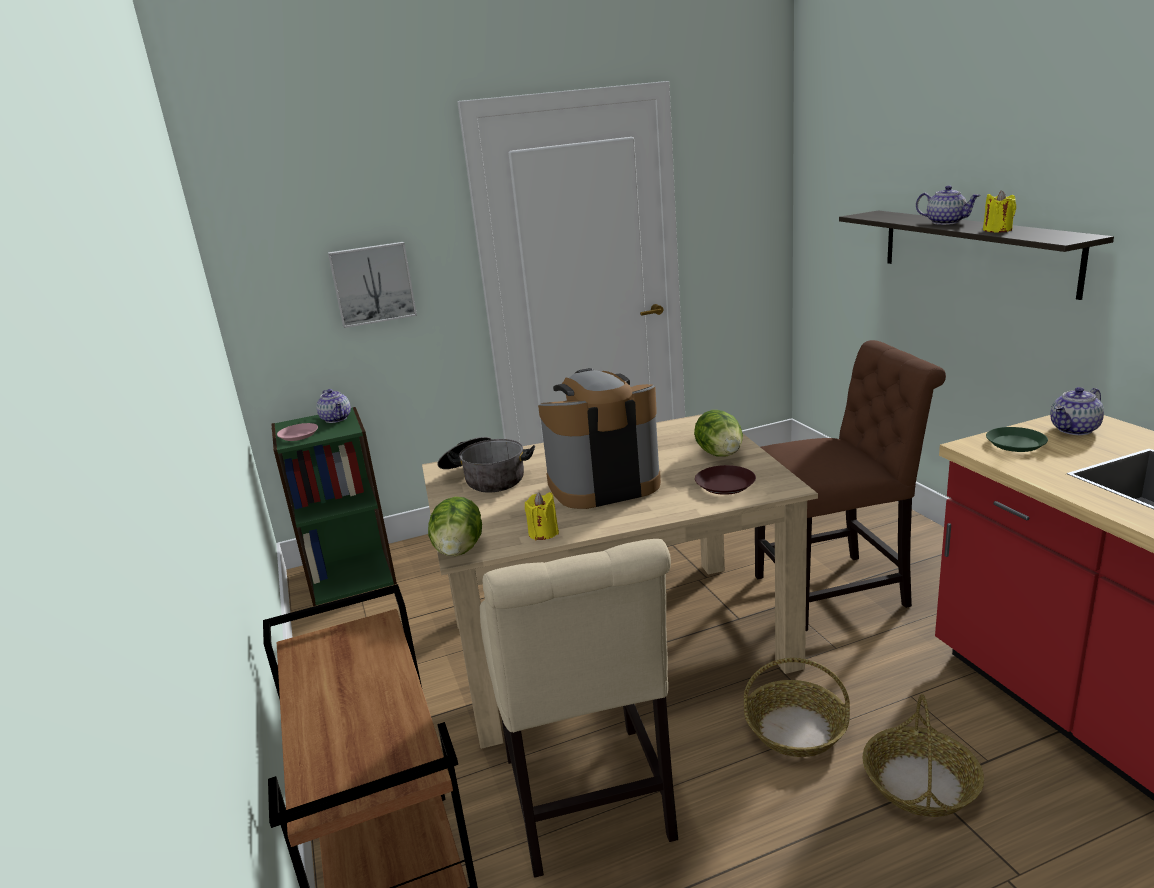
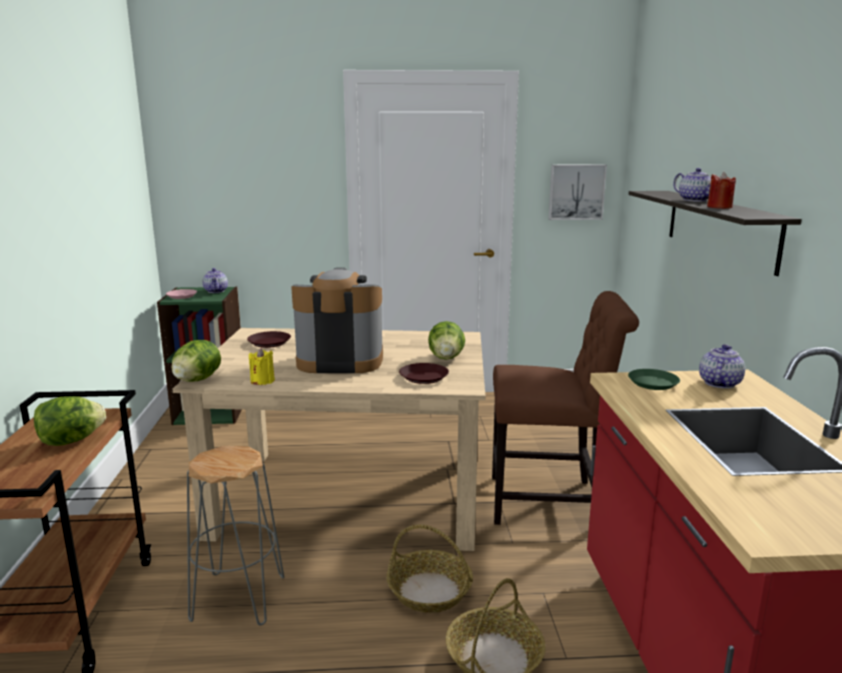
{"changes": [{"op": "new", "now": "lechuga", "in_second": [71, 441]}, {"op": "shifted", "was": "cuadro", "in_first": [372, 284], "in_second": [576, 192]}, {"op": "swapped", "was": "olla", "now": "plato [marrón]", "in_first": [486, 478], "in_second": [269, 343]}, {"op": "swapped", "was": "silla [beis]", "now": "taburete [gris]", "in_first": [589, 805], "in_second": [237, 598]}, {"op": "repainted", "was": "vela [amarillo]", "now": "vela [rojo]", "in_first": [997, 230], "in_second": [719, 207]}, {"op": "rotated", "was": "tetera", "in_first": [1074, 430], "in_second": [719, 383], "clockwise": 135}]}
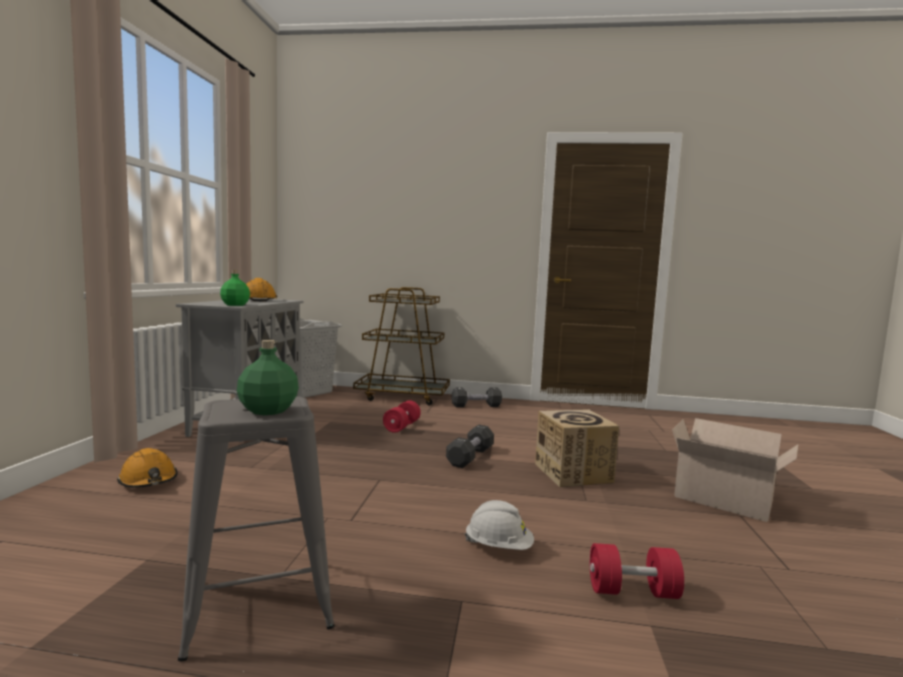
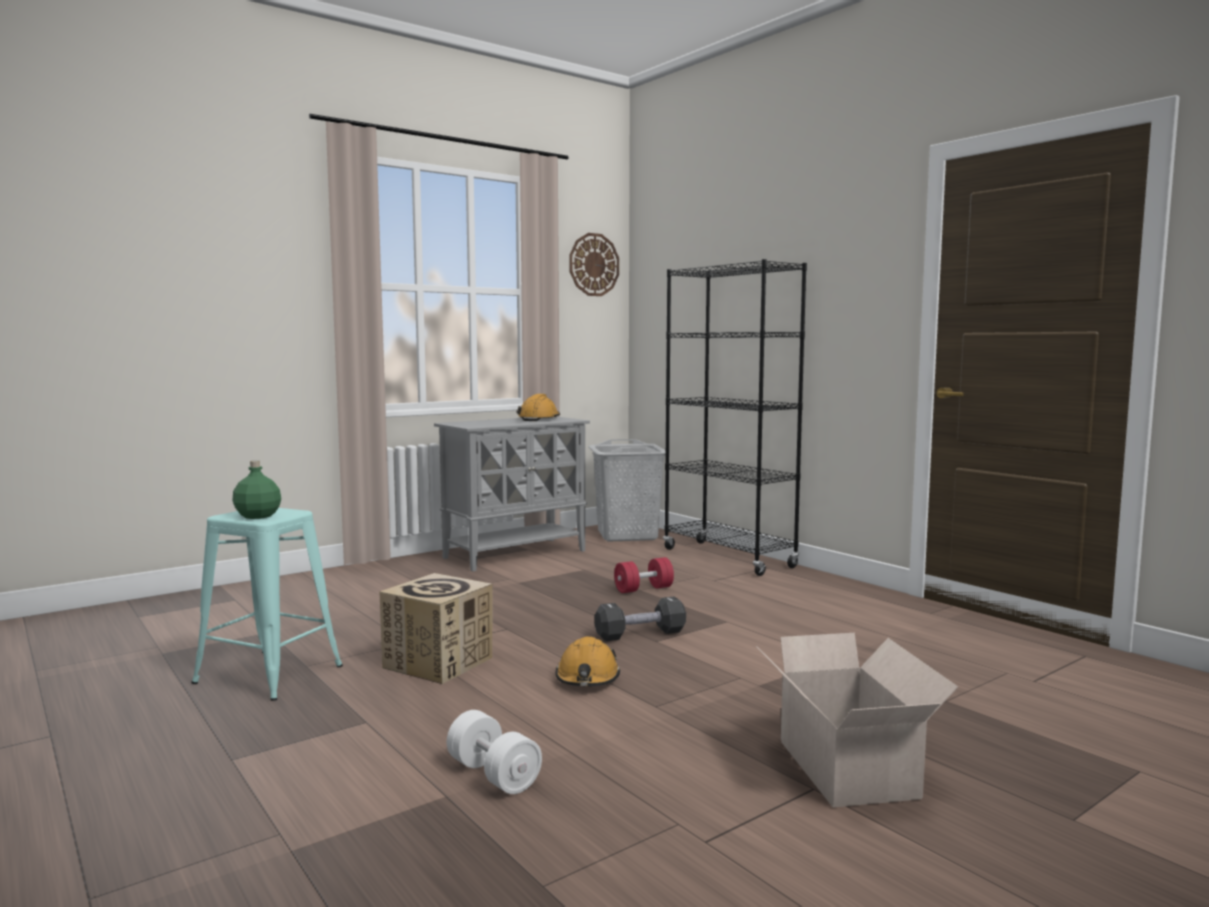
{"changes": [{"op": "gone", "was": "botella [verde]", "in_first": [235, 305]}, {"op": "gone", "was": "mancuerna [negro]", "in_first": [476, 406]}, {"op": "gone", "was": "casco [blanco]", "in_first": [499, 547]}, {"op": "new", "now": "reloj de pared", "in_second": [594, 265]}, {"op": "shifted", "was": "casco [naranja]", "in_first": [148, 481], "in_second": [587, 678]}, {"op": "shifted", "was": "caja de cartón", "in_first": [573, 473], "in_second": [438, 662]}, {"op": "swapped", "was": "carrito [marrón]", "now": "estantería [negro]", "in_first": [403, 396], "in_second": [728, 558]}, {"op": "repainted", "was": "taburete [gris]", "now": "taburete [turquesa]", "in_first": [259, 604], "in_second": [269, 674]}, {"op": "repainted", "was": "mancuerna [rojo]", "now": "mancuerna [blanco]", "in_first": [632, 591], "in_second": [493, 775]}]}
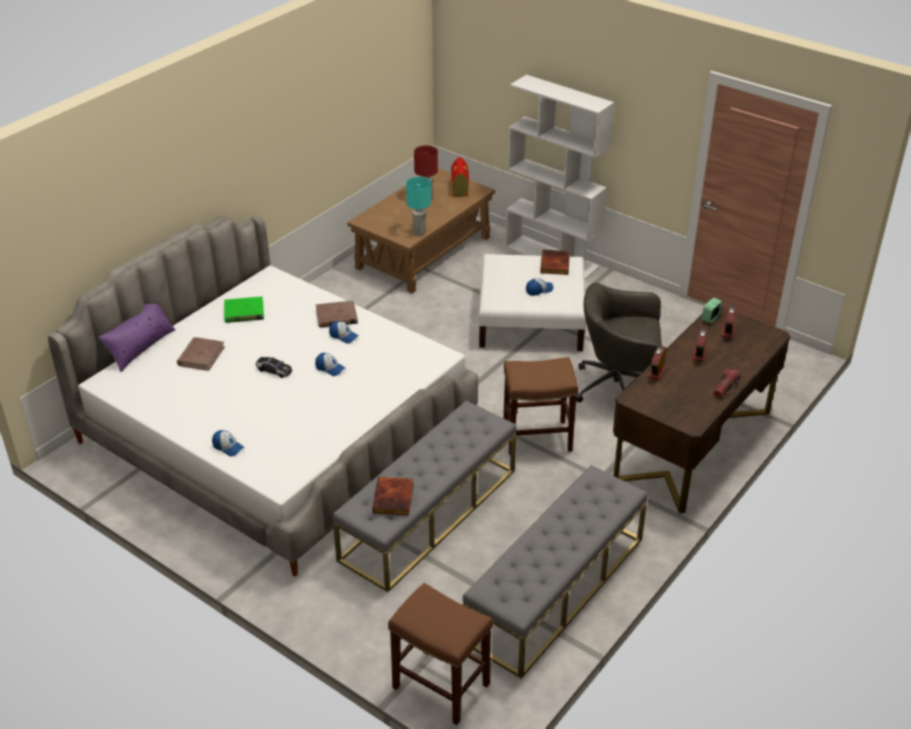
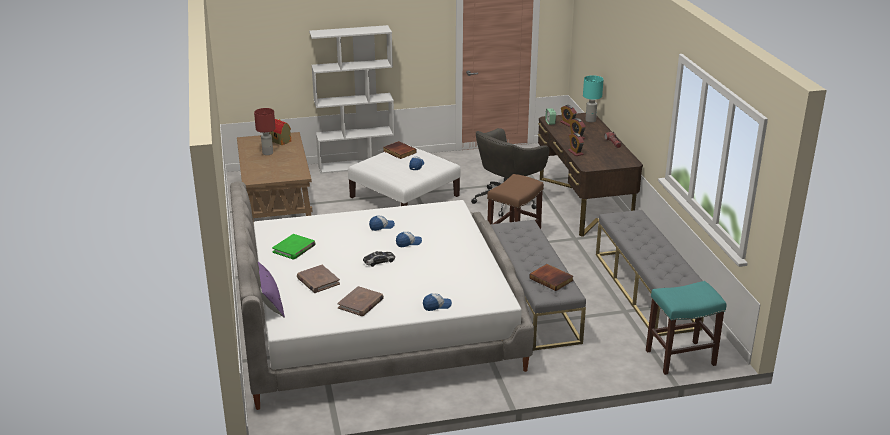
{"changes": [{"op": "shifted", "was": "libro [marrón]", "in_first": [336, 316], "in_second": [361, 303]}, {"op": "shifted", "was": "lámpara de mesa [turquesa]", "in_first": [419, 232], "in_second": [591, 120]}, {"op": "repainted", "was": "taburete [marrón]", "now": "taburete [turquesa]", "in_first": [439, 686], "in_second": [679, 358]}]}
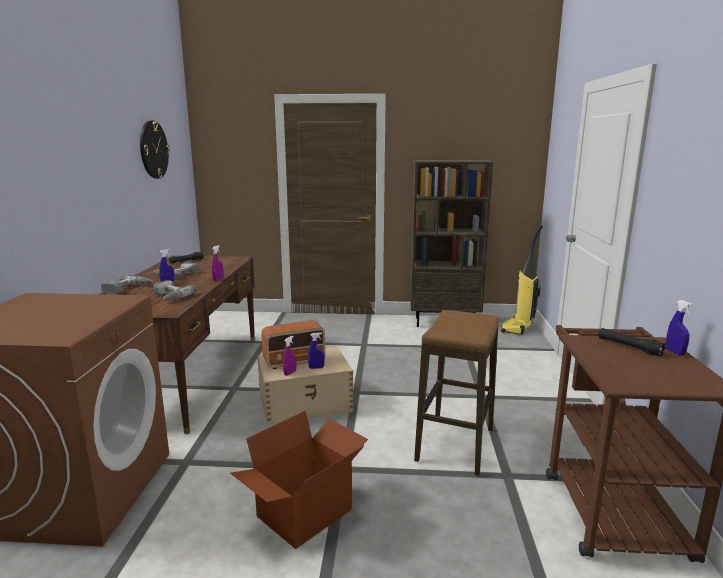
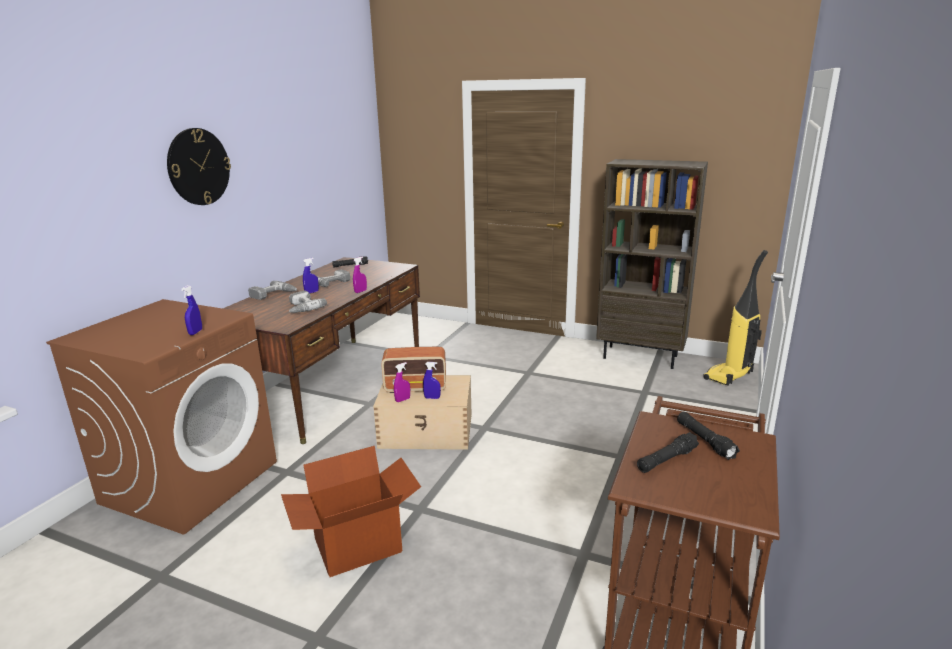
{"changes": [{"op": "gone", "was": "taburete", "in_first": [455, 444]}, {"op": "new", "now": "linterna [negro]", "in_second": [666, 460]}, {"op": "shifted", "was": "reloj de pared", "in_first": [153, 149], "in_second": [198, 167]}, {"op": "shifted", "was": "pulverizador [azul]", "in_first": [675, 352], "in_second": [195, 332]}]}
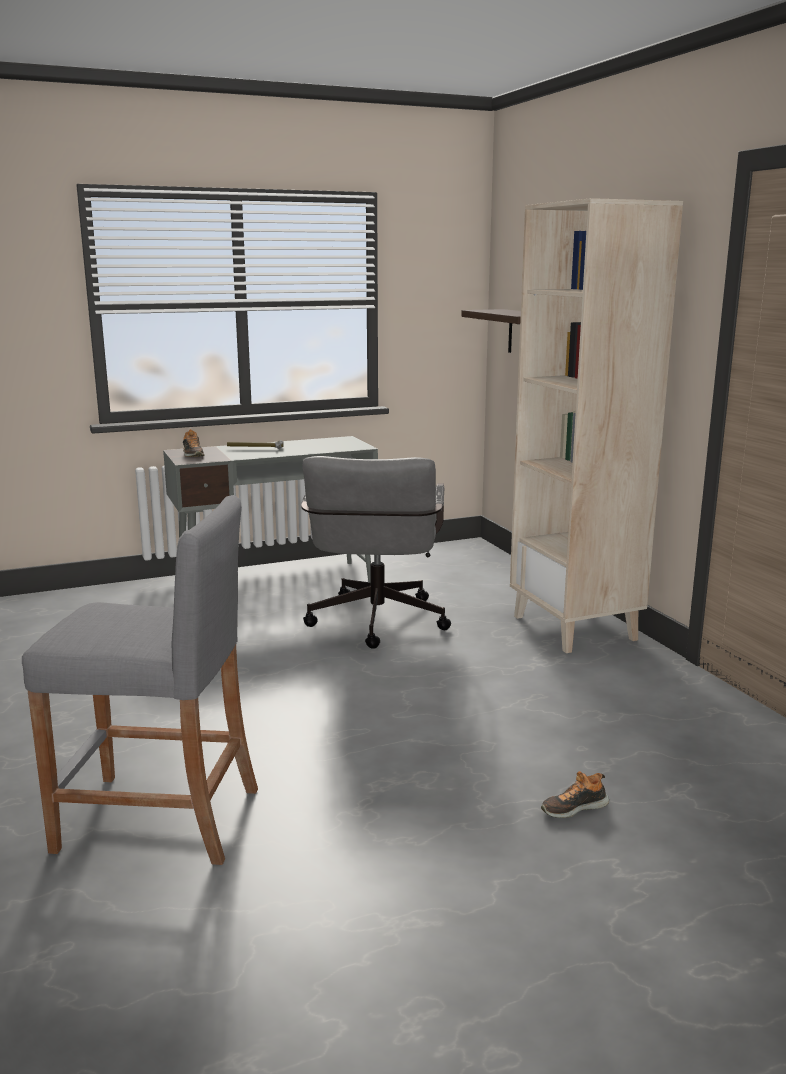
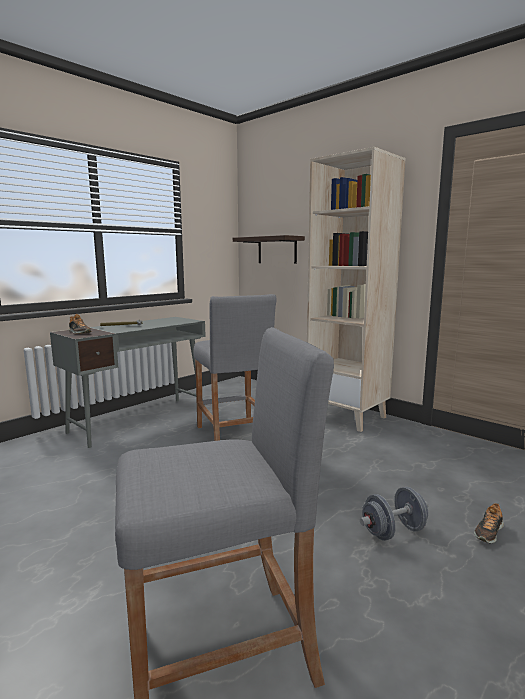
{"changes": [{"op": "new", "now": "mancuerna [gris]", "in_second": [393, 531]}, {"op": "swapped", "was": "silla de oficina [gris]", "now": "taburete [gris]", "in_first": [376, 625], "in_second": [234, 436]}]}
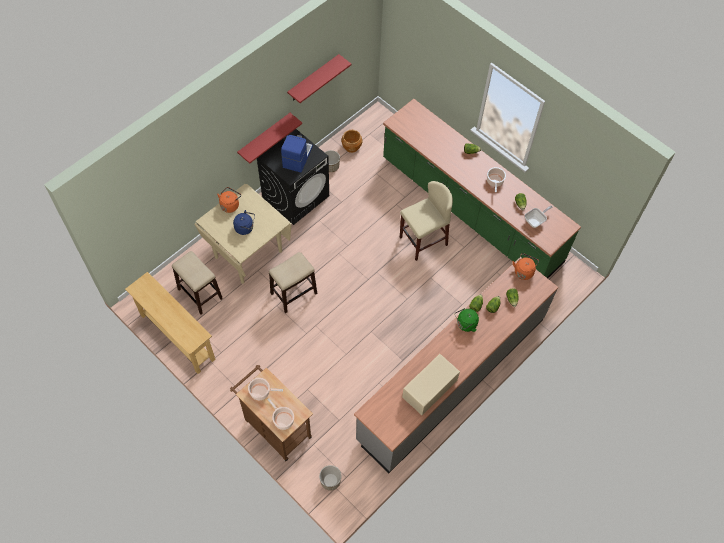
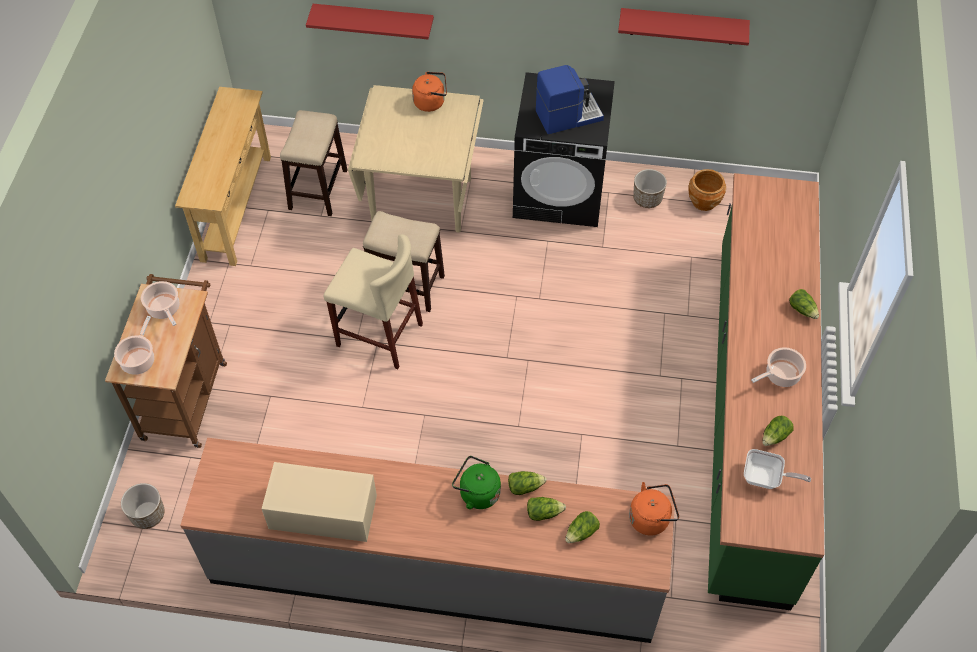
{"changes": [{"op": "gone", "was": "hervidor [azul]", "in_first": [245, 228]}, {"op": "shifted", "was": "estante [rojo]", "in_first": [264, 137], "in_second": [374, 21]}, {"op": "shifted", "was": "taburete [beis]", "in_first": [423, 241], "in_second": [379, 335]}]}
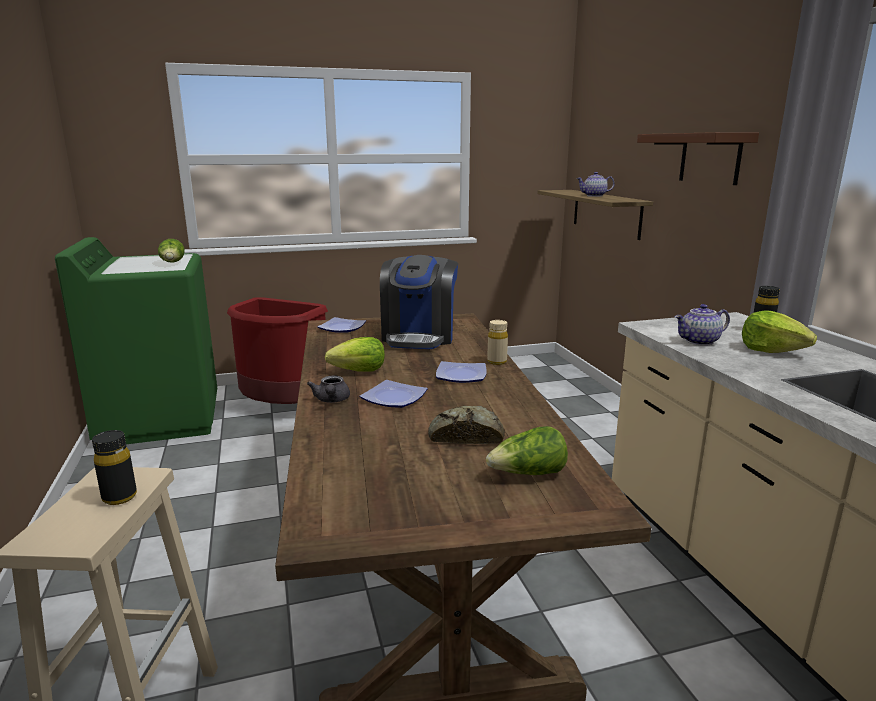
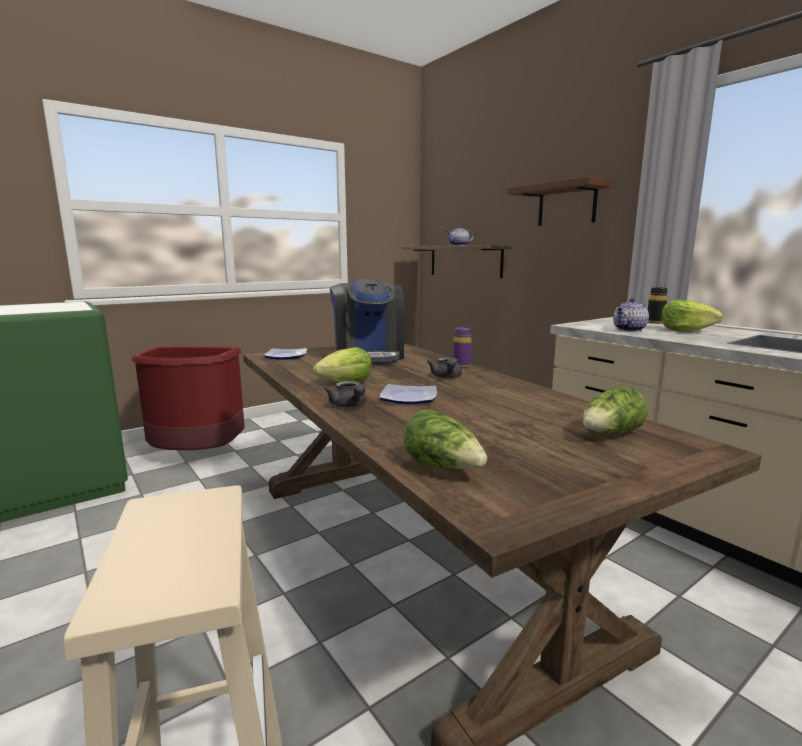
{"changes": [{"op": "gone", "was": "botella [negro]", "in_first": [119, 497]}, {"op": "gone", "was": "pan", "in_first": [465, 435]}, {"op": "shifted", "was": "lechuga", "in_first": [173, 263], "in_second": [443, 467]}, {"op": "swapped", "was": "plato", "now": "tetera [gris]", "in_first": [462, 376], "in_second": [446, 377]}, {"op": "repainted", "was": "botella [beis]", "now": "botella [morado]", "in_first": [497, 362], "in_second": [461, 366]}]}
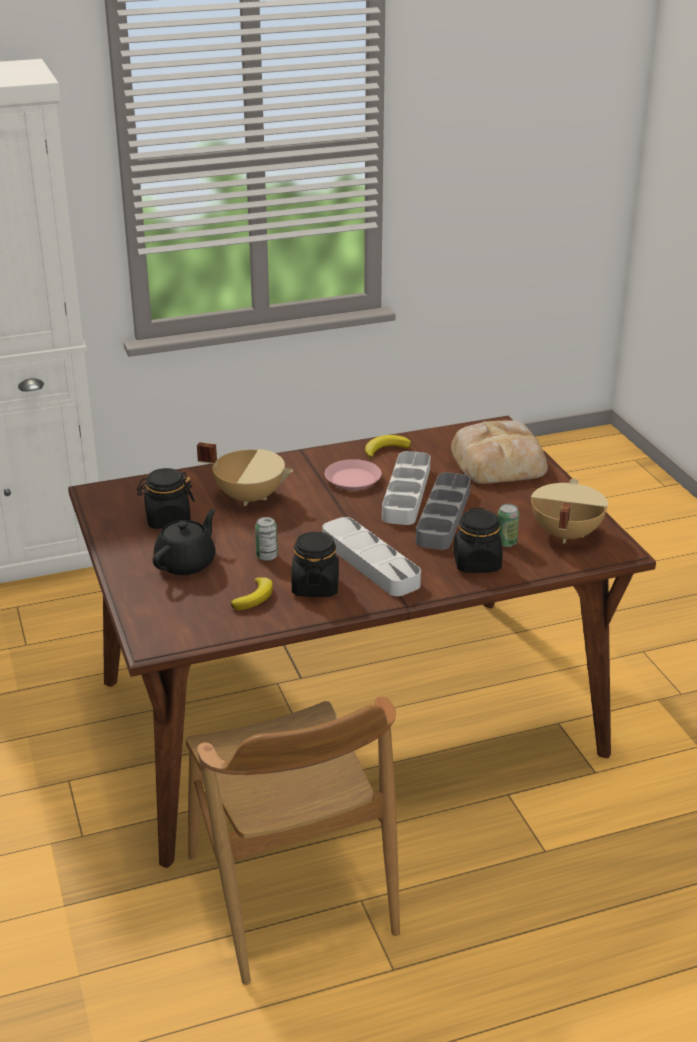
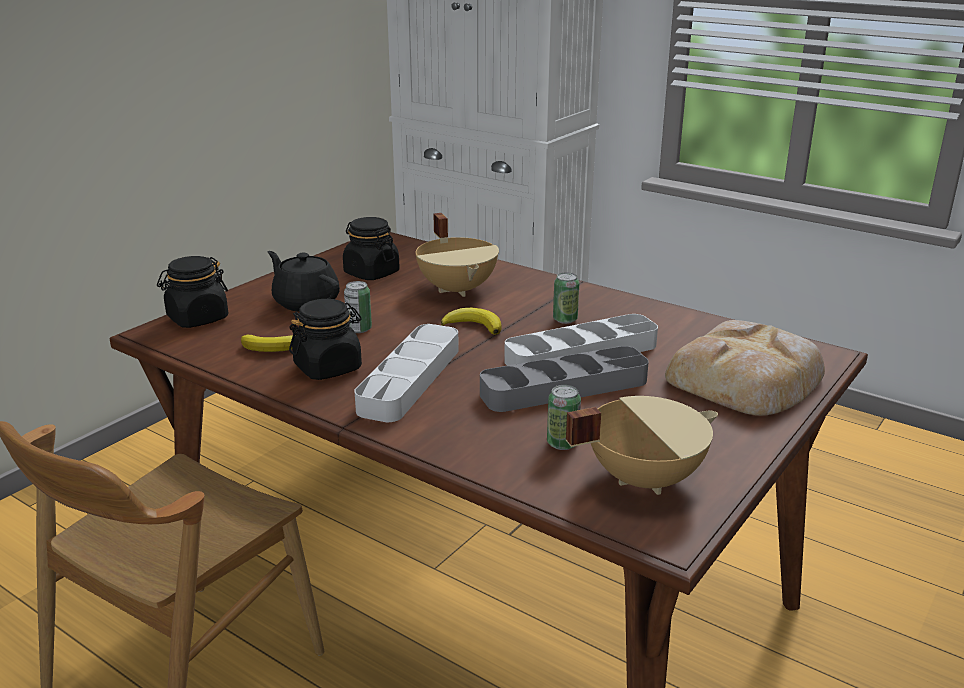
{"changes": [{"op": "shifted", "was": "plátano", "in_first": [385, 449], "in_second": [474, 325]}, {"op": "shifted", "was": "tarro [negro]", "in_first": [477, 563], "in_second": [197, 318]}, {"op": "swapped", "was": "plato [rosa]", "now": "lata", "in_first": [352, 479], "in_second": [565, 319]}, {"op": "rotated", "was": "tetera [negro]", "in_first": [186, 563], "in_second": [306, 302], "clockwise": -135}]}
